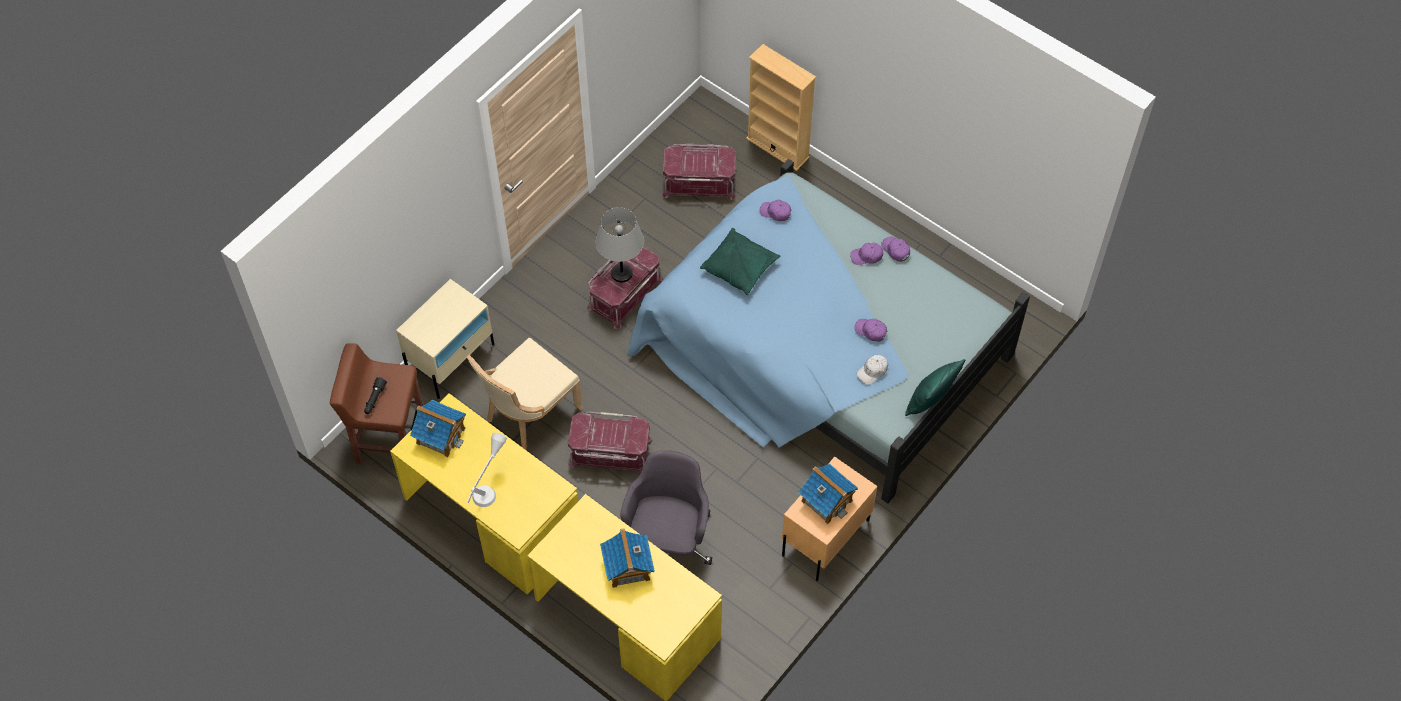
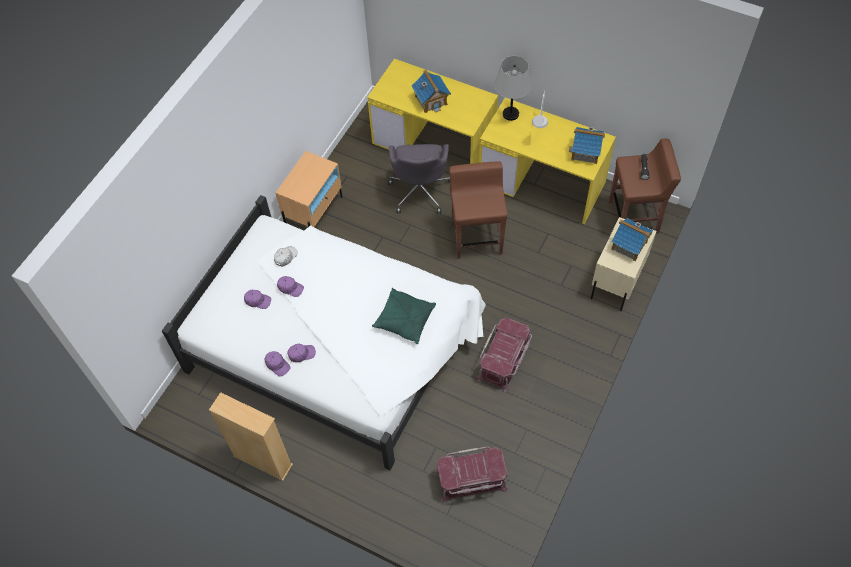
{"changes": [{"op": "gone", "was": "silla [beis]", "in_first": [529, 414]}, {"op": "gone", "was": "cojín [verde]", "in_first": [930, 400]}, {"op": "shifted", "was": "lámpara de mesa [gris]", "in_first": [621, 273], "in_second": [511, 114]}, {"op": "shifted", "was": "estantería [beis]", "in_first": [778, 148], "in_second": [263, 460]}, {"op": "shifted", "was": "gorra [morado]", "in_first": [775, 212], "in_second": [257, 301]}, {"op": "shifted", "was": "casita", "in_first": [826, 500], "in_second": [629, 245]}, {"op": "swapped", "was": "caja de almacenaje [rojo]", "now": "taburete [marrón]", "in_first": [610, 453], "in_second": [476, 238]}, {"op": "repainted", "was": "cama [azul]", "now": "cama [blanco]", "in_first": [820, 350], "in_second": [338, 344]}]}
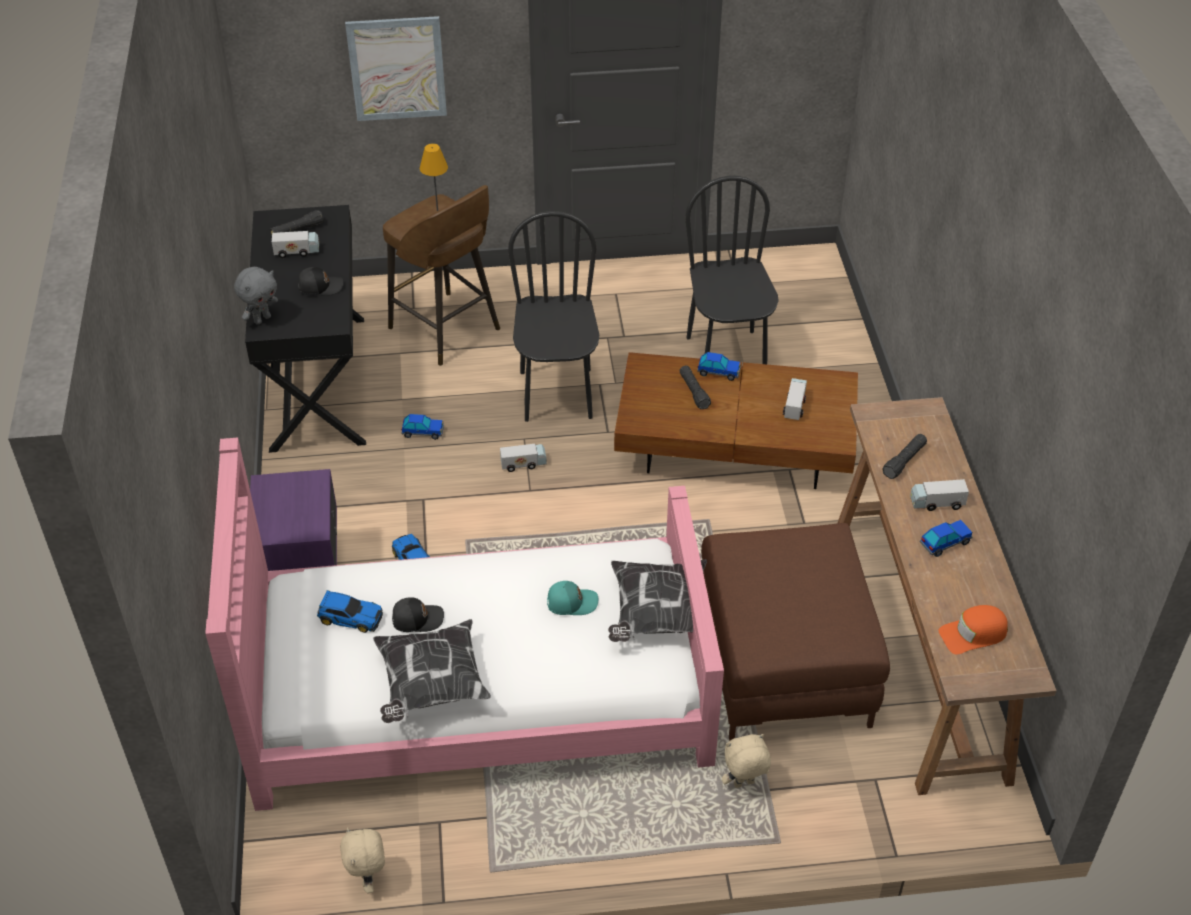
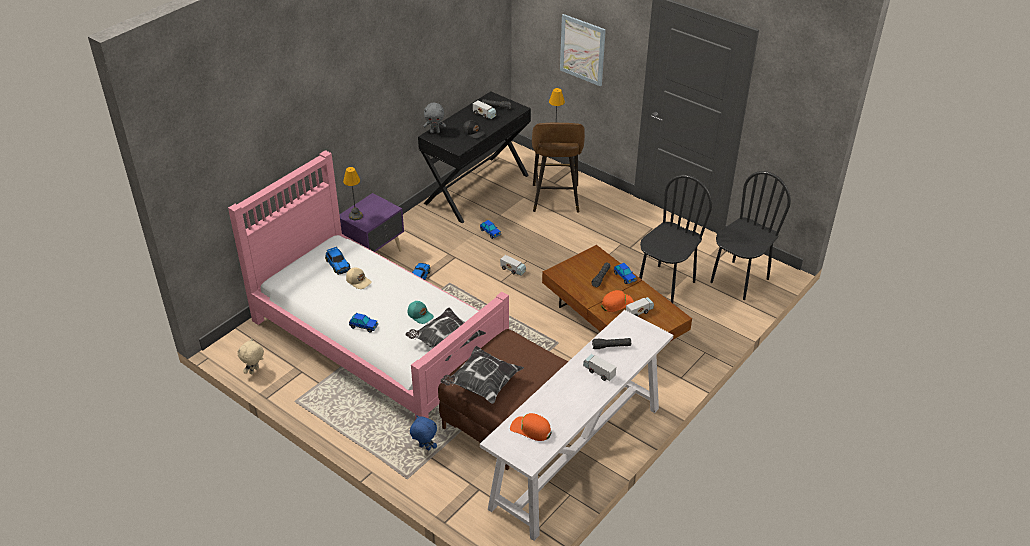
{"changes": [{"op": "new", "now": "lámpara de mesa", "in_second": [355, 215]}, {"op": "new", "now": "gorra [naranja]", "in_second": [617, 303]}, {"op": "shifted", "was": "cojín", "in_first": [430, 685], "in_second": [482, 384]}, {"op": "shifted", "was": "silla [negro]", "in_first": [557, 395], "in_second": [739, 280]}, {"op": "shifted", "was": "coche de juguete", "in_first": [945, 543], "in_second": [363, 326]}, {"op": "repainted", "was": "gorra [negro]", "now": "gorra [beis]", "in_first": [417, 618], "in_second": [359, 281]}, {"op": "repainted", "was": "peluche [beis]", "now": "peluche [azul]", "in_first": [744, 785], "in_second": [424, 448]}, {"op": "repainted", "was": "mesa consola [marrón]", "now": "mesa consola [blanco]", "in_first": [919, 646], "in_second": [576, 457]}]}
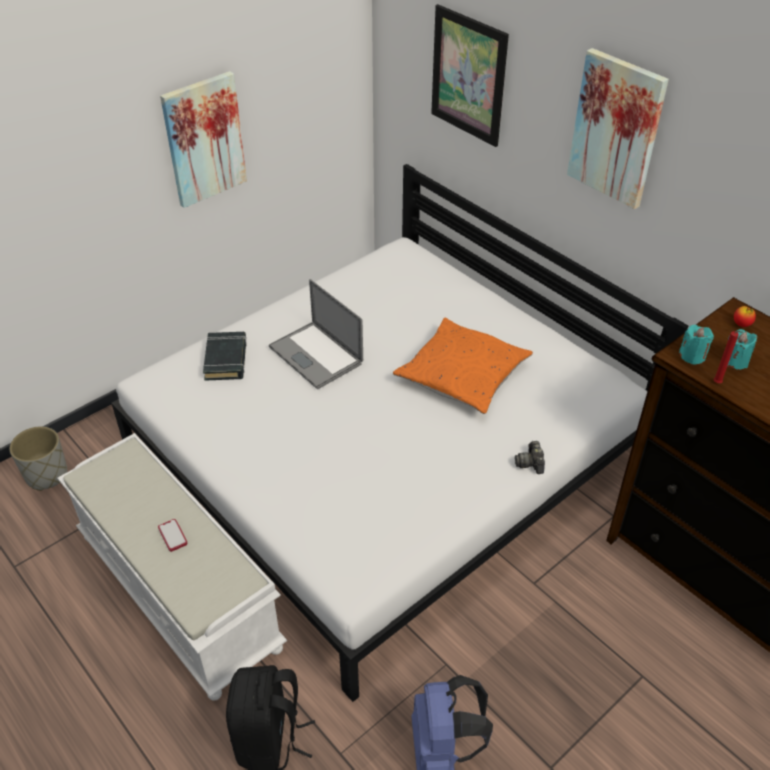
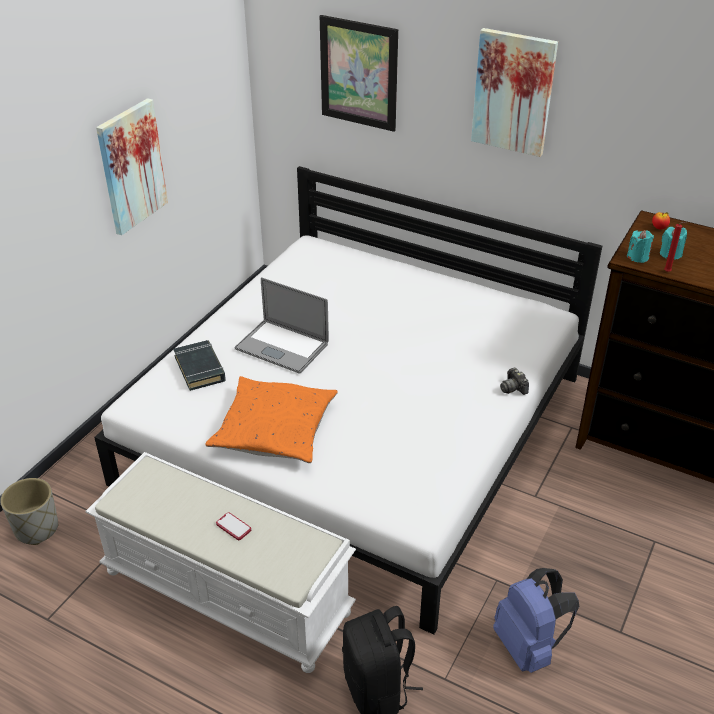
{"changes": [{"op": "shifted", "was": "cojín [naranja]", "in_first": [462, 374], "in_second": [274, 429]}]}
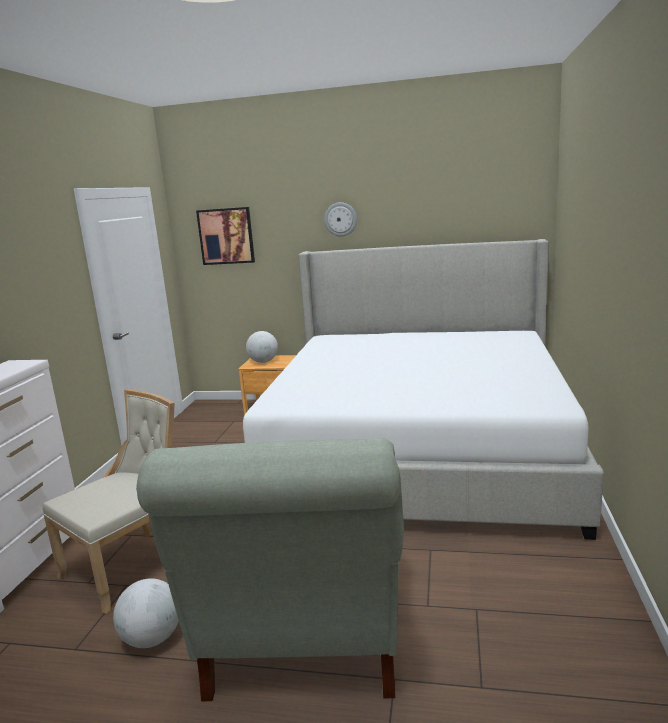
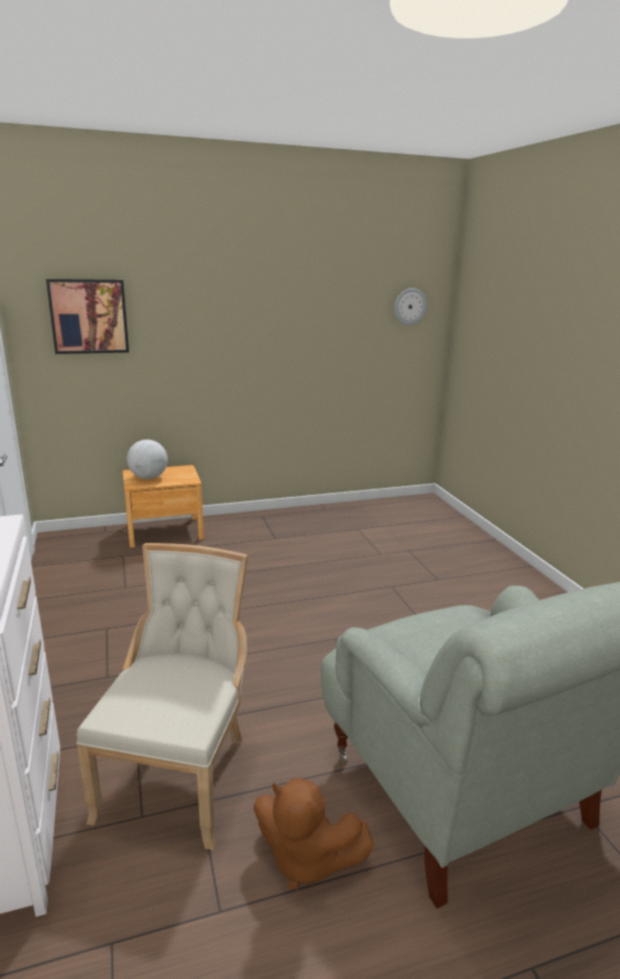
{"changes": [{"op": "gone", "was": "cama", "in_first": [417, 451]}, {"op": "shifted", "was": "reloj de pared", "in_first": [340, 219], "in_second": [410, 306]}, {"op": "swapped", "was": "globo terráqueo", "now": "peluche [marrón]", "in_first": [152, 638], "in_second": [305, 858]}]}
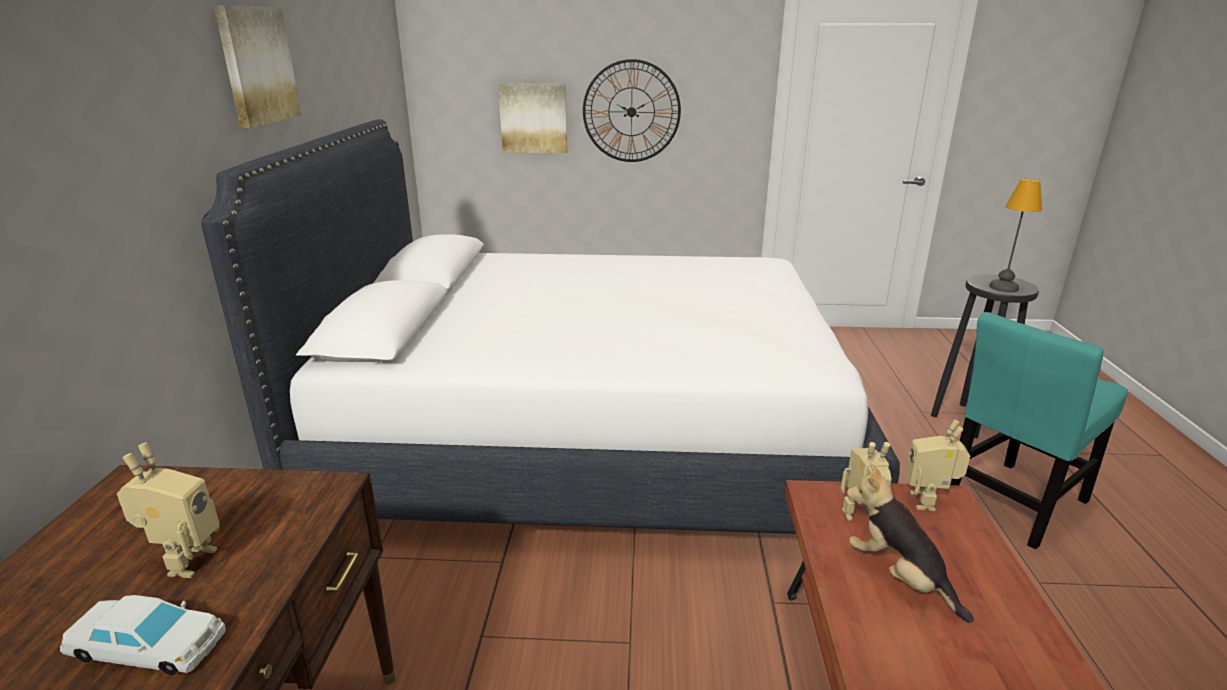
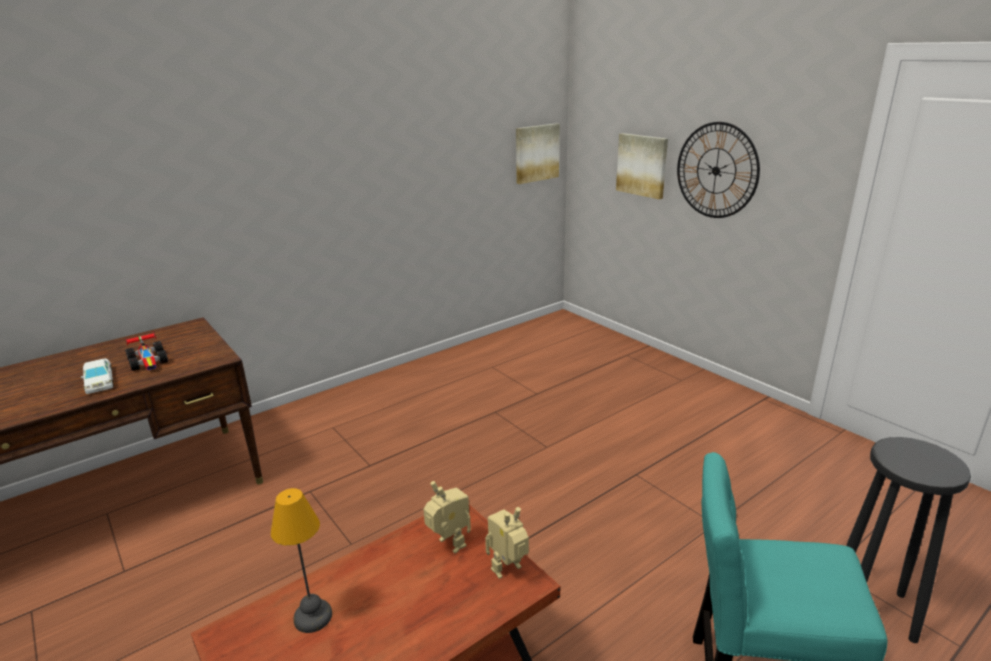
{"changes": [{"op": "gone", "was": "cama [blanco]", "in_first": [589, 438]}, {"op": "gone", "was": "peluche", "in_first": [899, 577]}, {"op": "shifted", "was": "cuadro", "in_first": [257, 65], "in_second": [536, 153]}, {"op": "shifted", "was": "lámpara de mesa", "in_first": [1003, 287], "in_second": [314, 616]}, {"op": "swapped", "was": "robot de juguete", "now": "coche de juguete", "in_first": [185, 561], "in_second": [149, 361]}]}
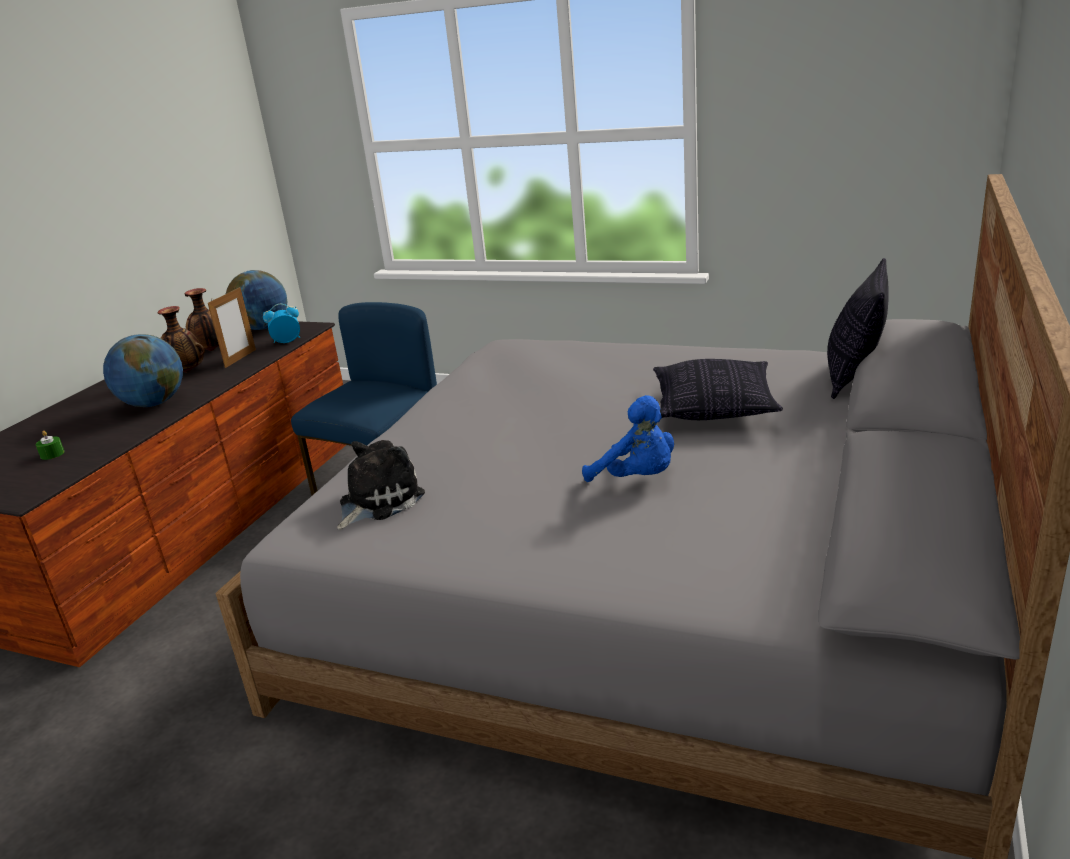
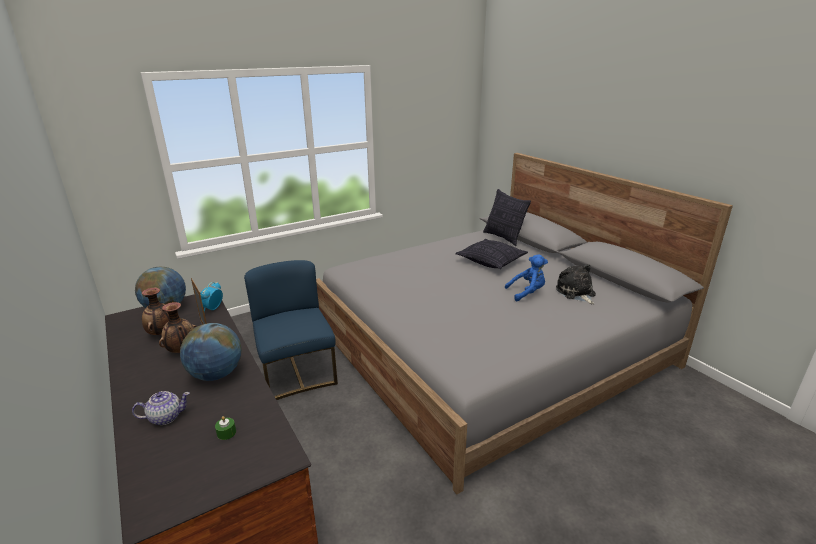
{"changes": [{"op": "new", "now": "tetera", "in_second": [165, 417]}, {"op": "shifted", "was": "peluche", "in_first": [377, 501], "in_second": [576, 293]}]}
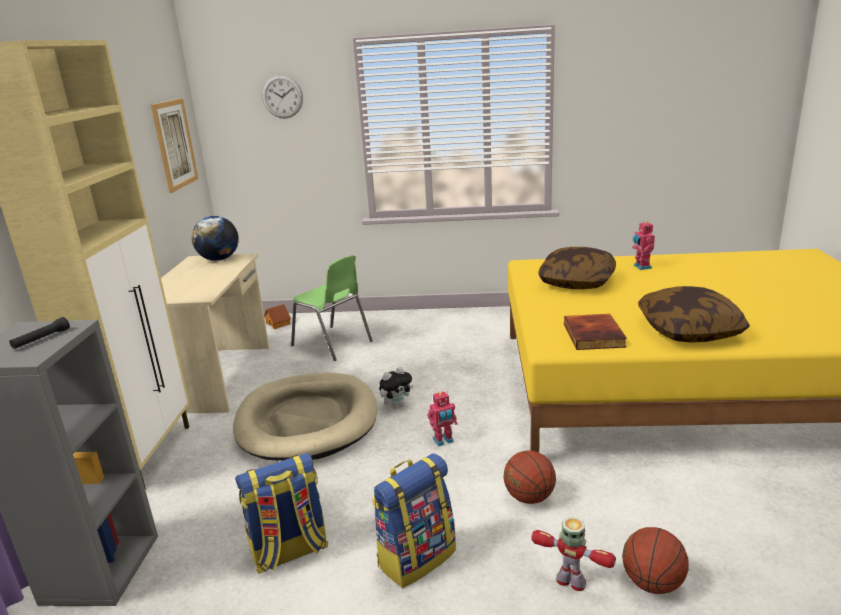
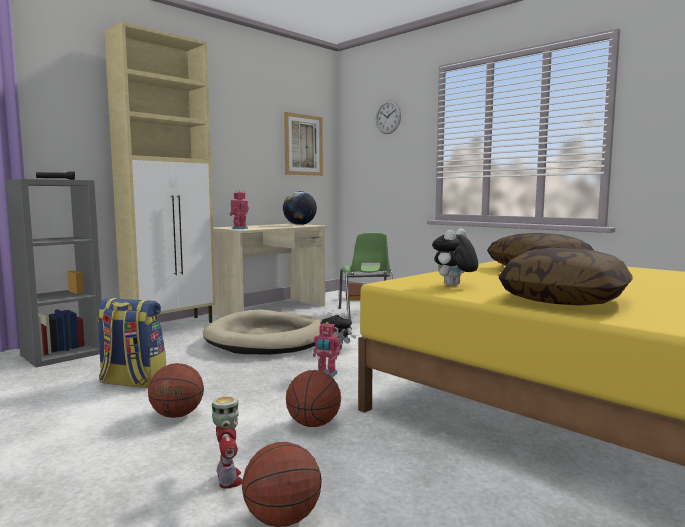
{"changes": [{"op": "shifted", "was": "robot de juguete", "in_first": [641, 267], "in_second": [239, 228]}, {"op": "swapped", "was": "mochila", "now": "balón de baloncesto", "in_first": [416, 557], "in_second": [177, 415]}, {"op": "swapped", "was": "libro", "now": "peluche", "in_first": [595, 335], "in_second": [454, 286]}]}
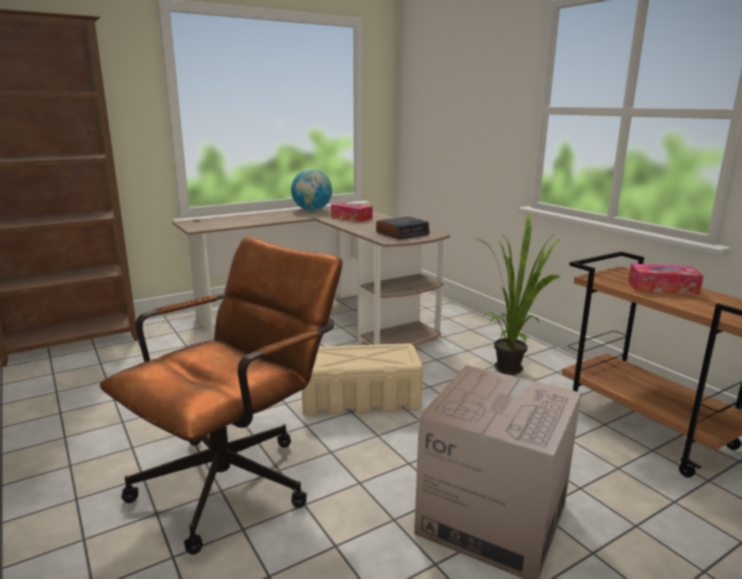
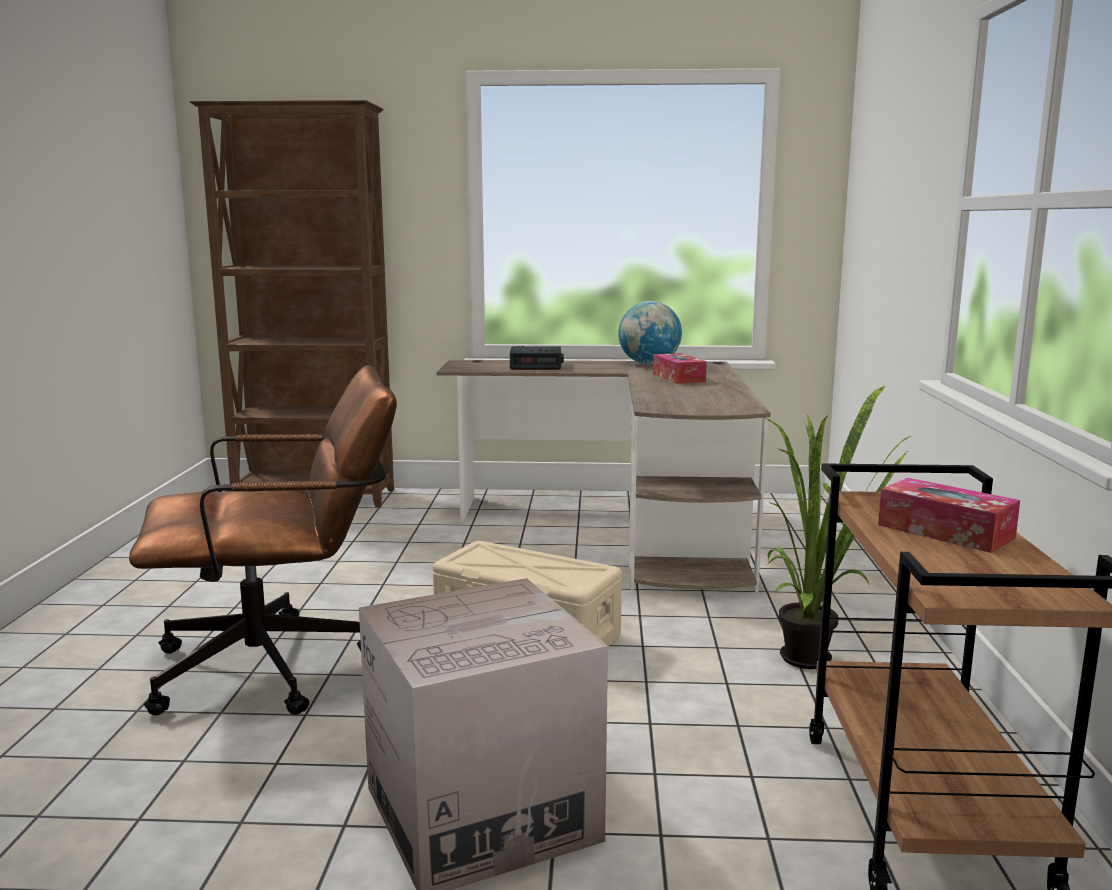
{"changes": [{"op": "shifted", "was": "despertador", "in_first": [402, 233], "in_second": [536, 365]}]}
